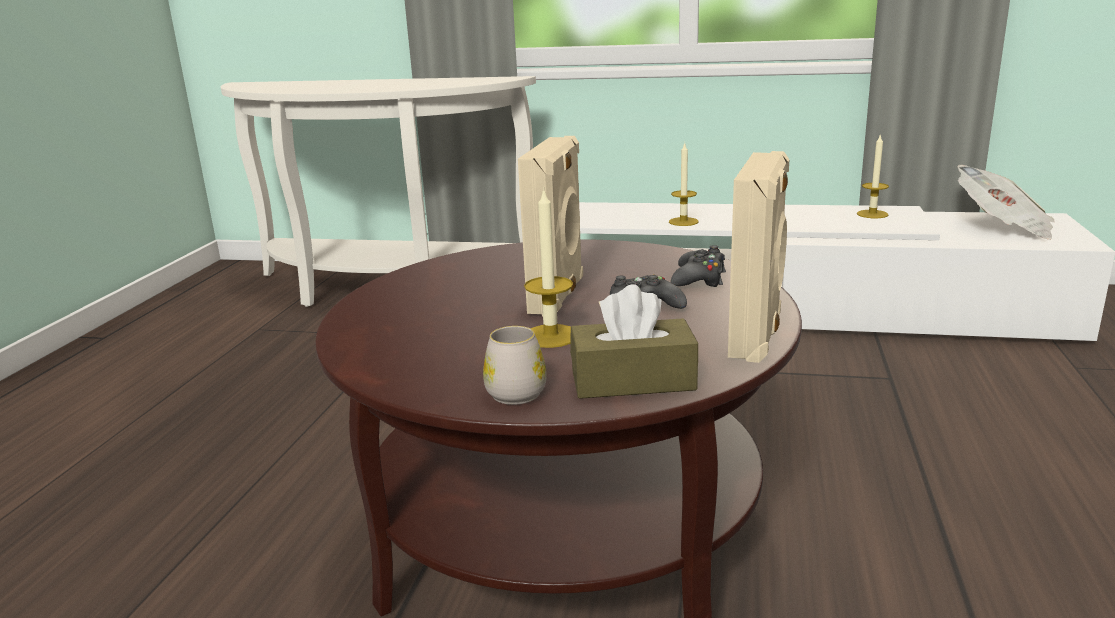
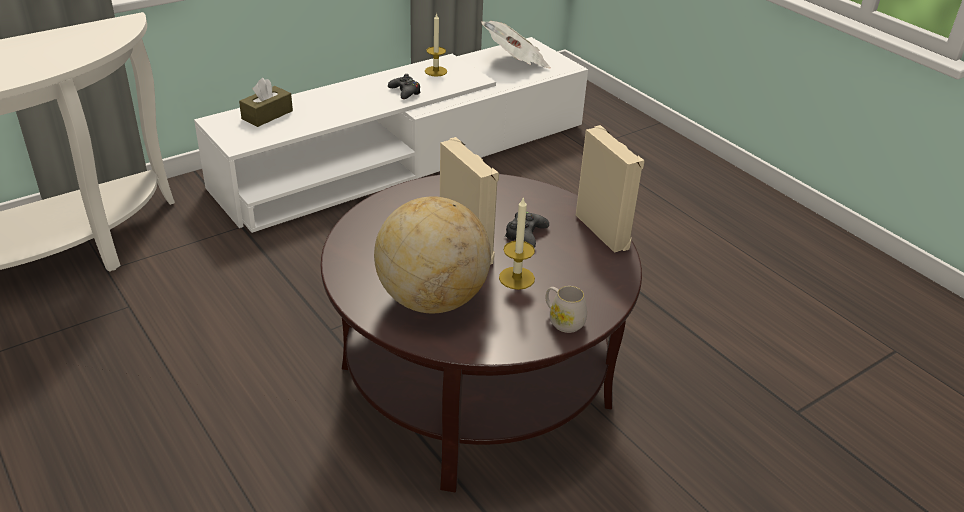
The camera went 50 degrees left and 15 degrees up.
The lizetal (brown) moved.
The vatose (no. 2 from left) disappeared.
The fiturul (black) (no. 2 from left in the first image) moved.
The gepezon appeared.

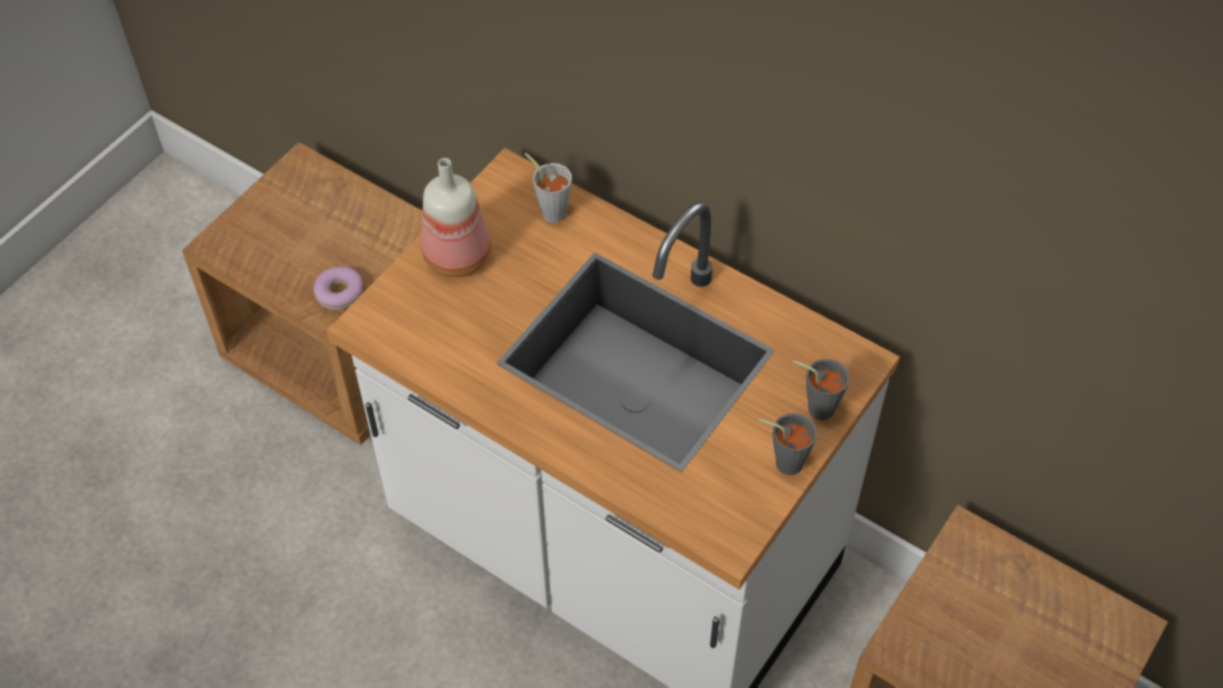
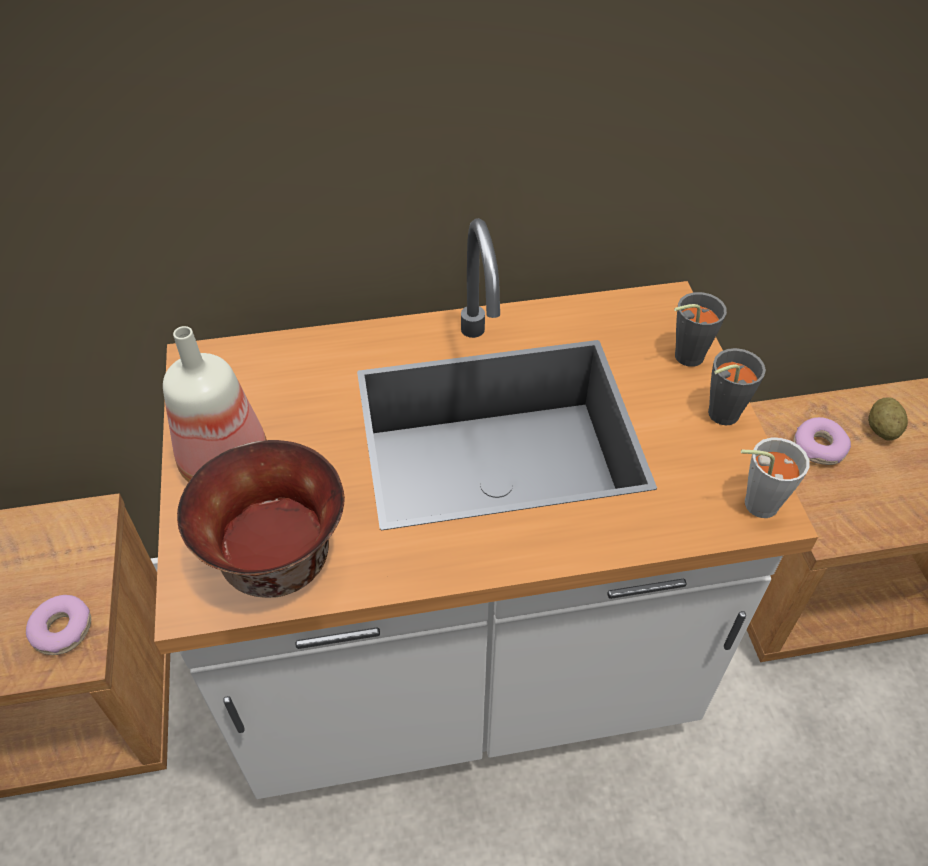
The camera went 45 degrees left and 5 degrees down.
The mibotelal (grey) (no. 1 from left in the first image) moved.
The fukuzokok appeared.
The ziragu (no. 2 from left) appeared.
The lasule appeared.

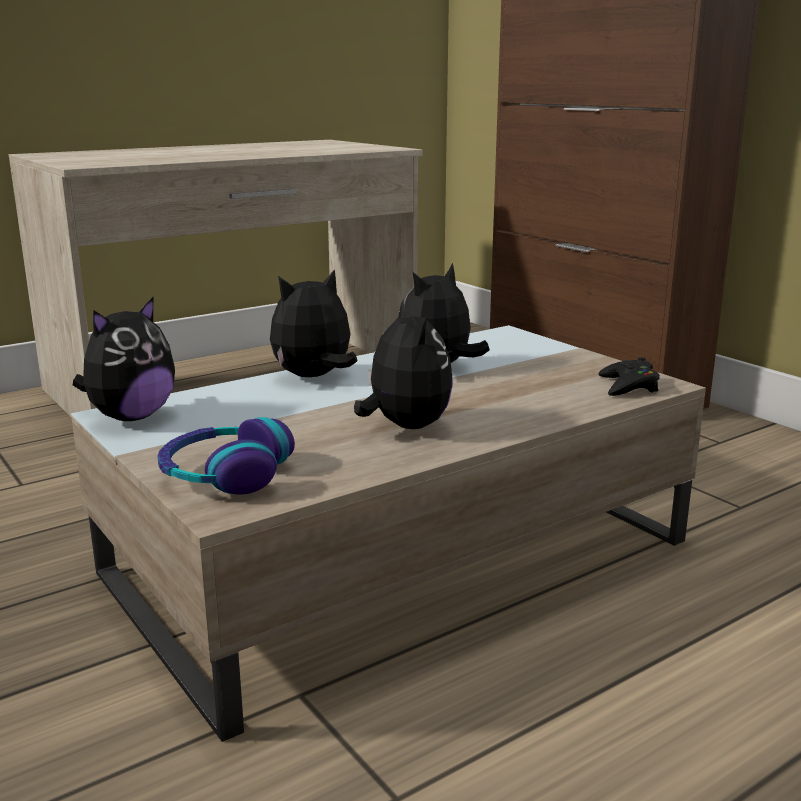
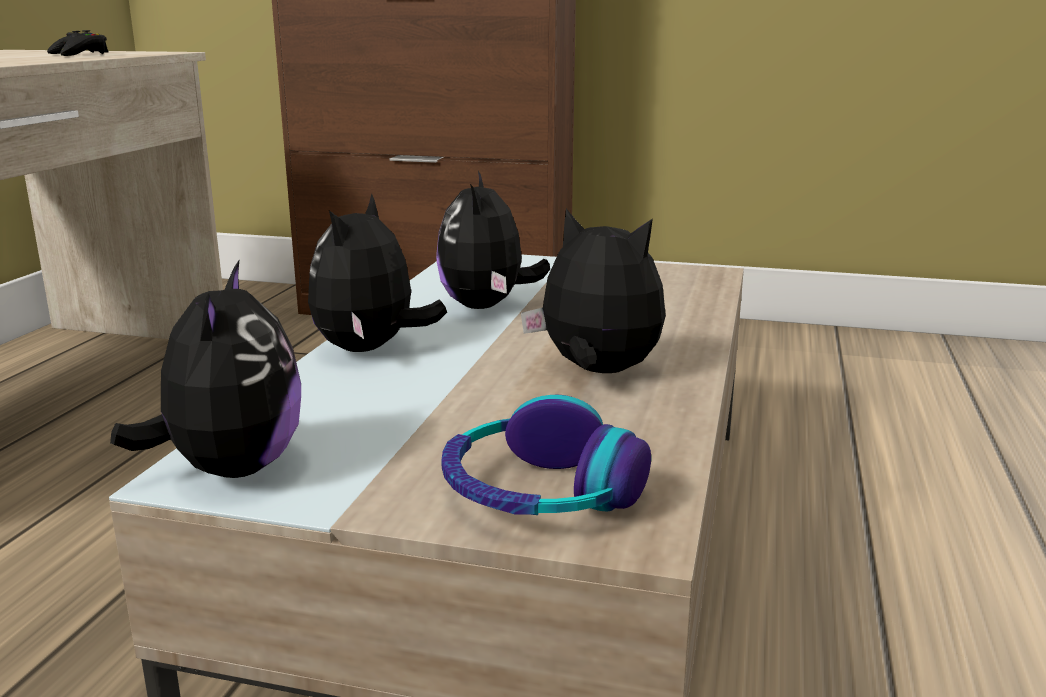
The camera went 40 degrees left and 0 degrees up.
The fiturul (black) moved.

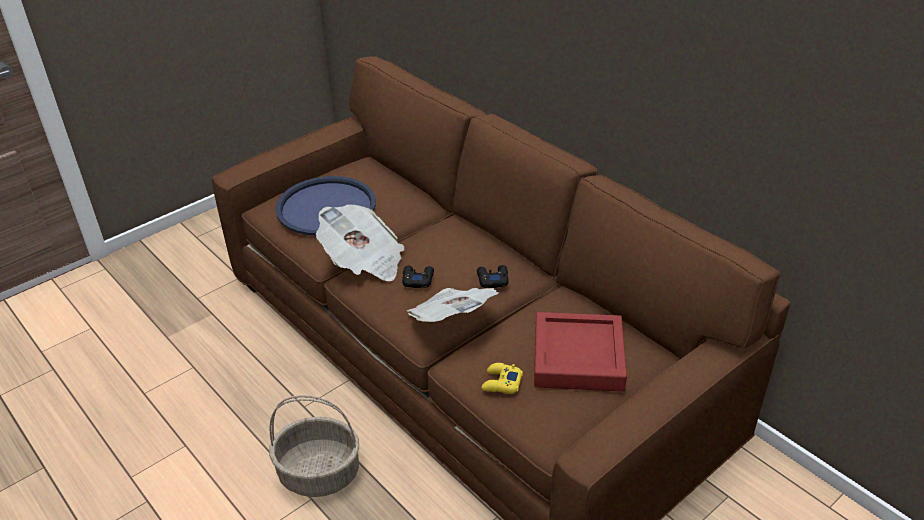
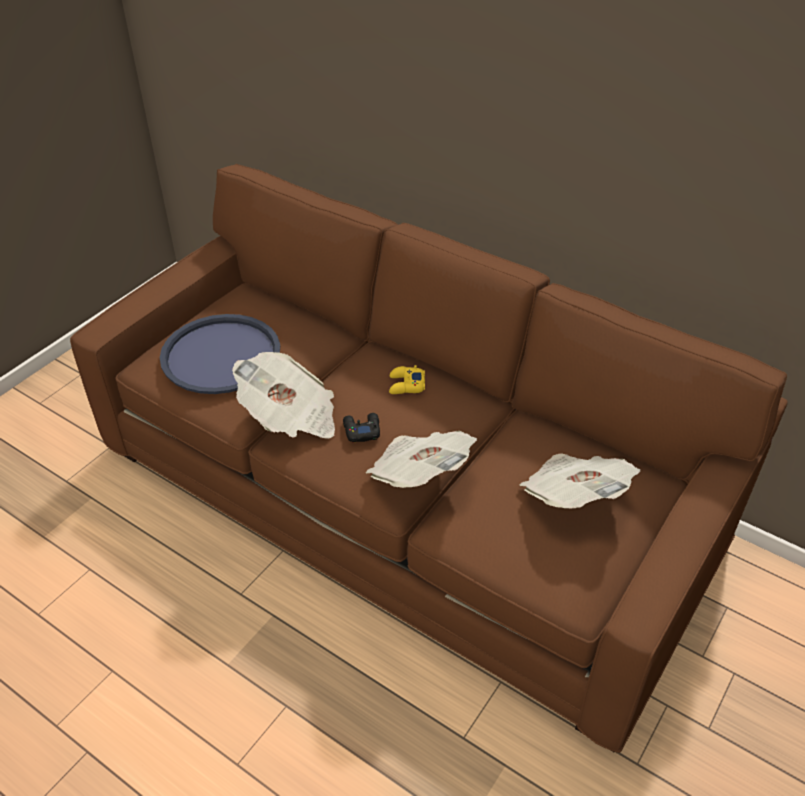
The camera went 15 degrees left and 5 degrees up.
The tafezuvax disappeared.
The fiturul (black) (no. 2 from left) disappeared.
The fiturul (yellow) moved.
The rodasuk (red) was replaced by the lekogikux (no. 3 from left).

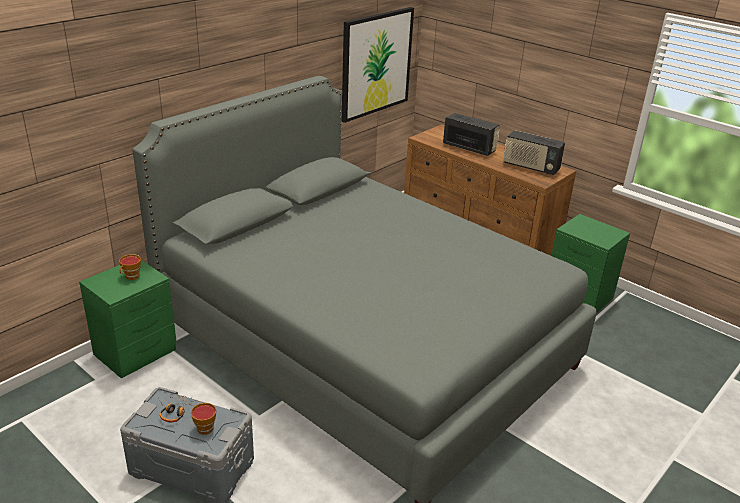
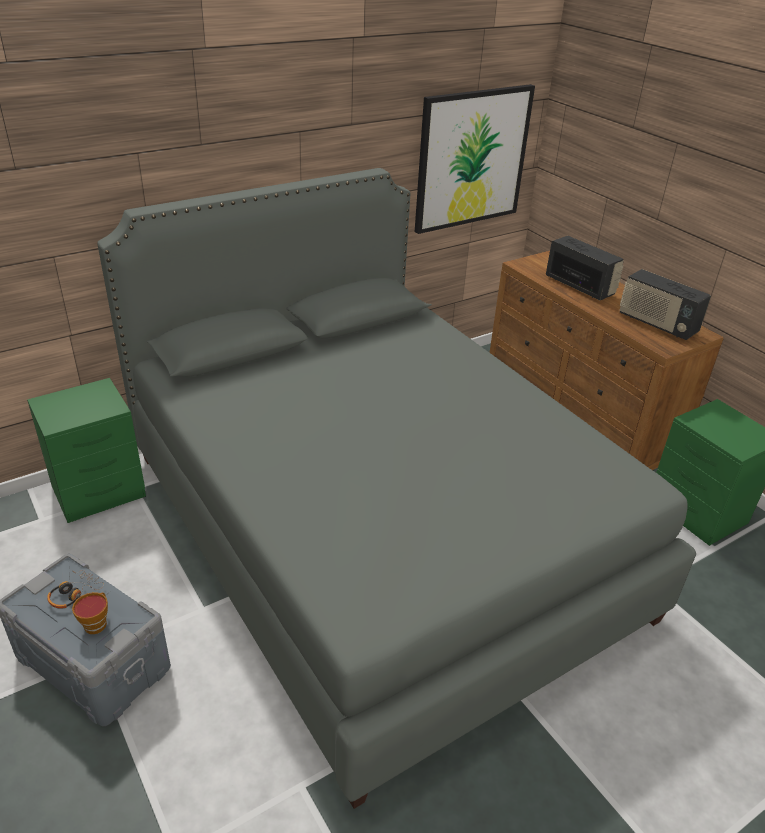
The camera went 15 degrees right and 5 degrees up.
The mibotelal (no. 1 from left) disappeared.

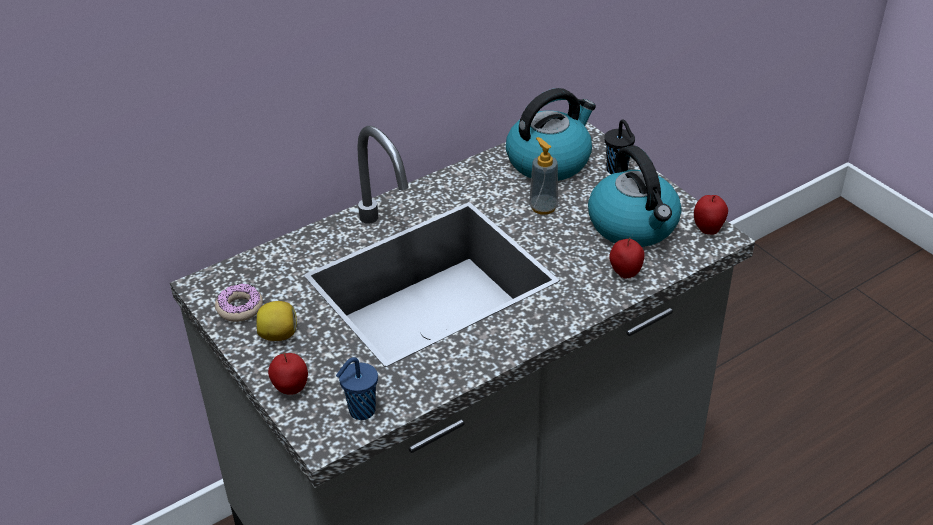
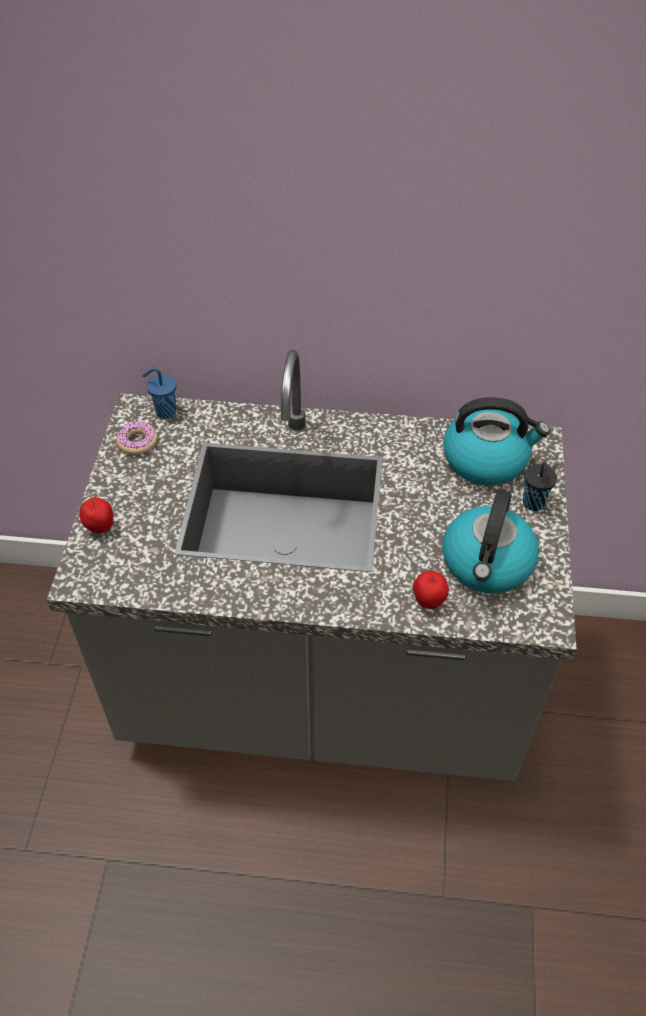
The camera went 40 degrees right and 10 degrees up.
The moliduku disappeared.
The mibotelal (blue) moved.
The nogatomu disappeared.
The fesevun (no. 3 from left) disappeared.

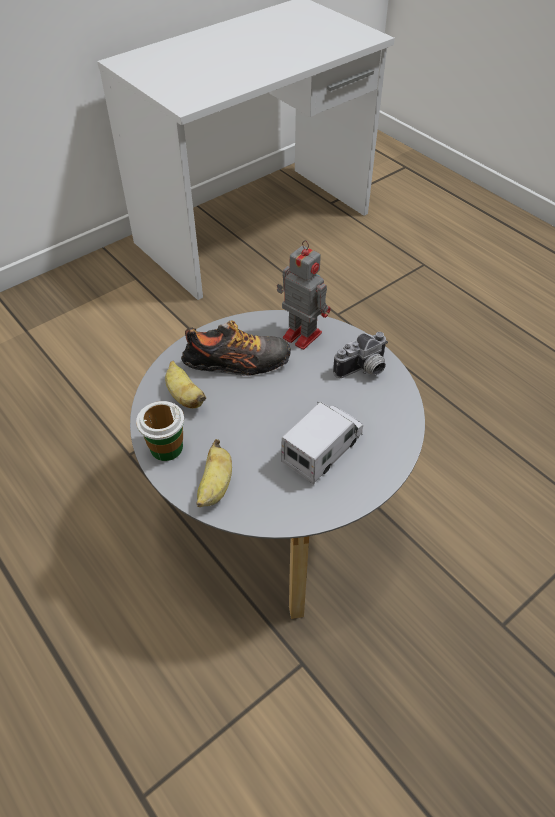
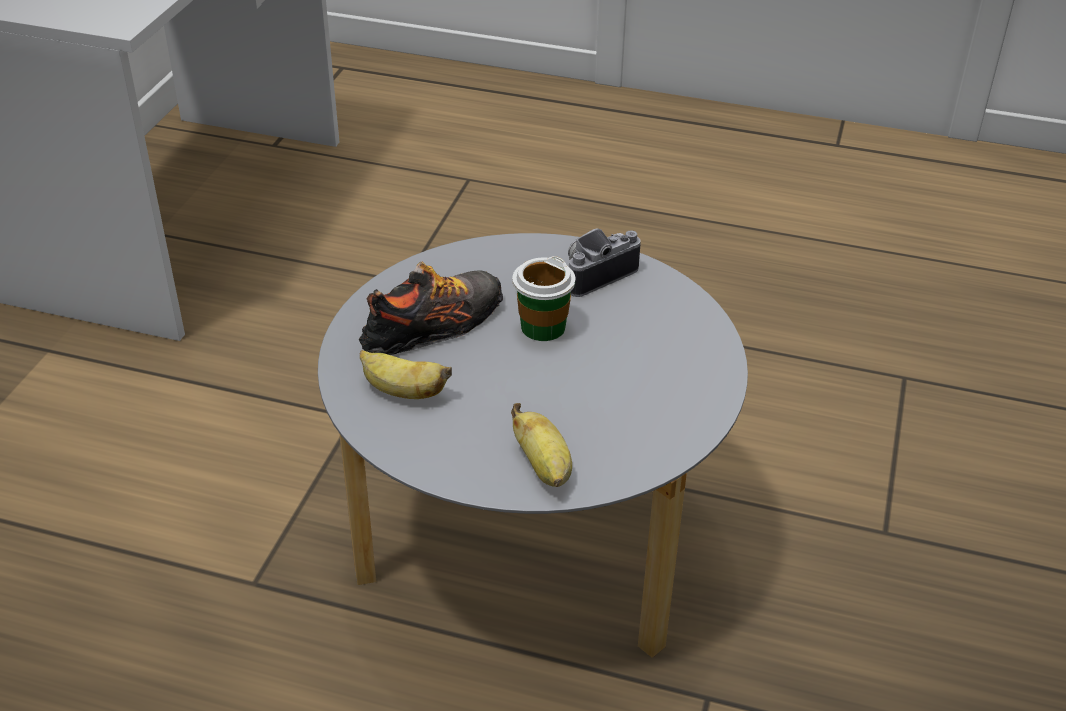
The camera went 35 degrees left and 10 degrees down.
The mibotelal moved.
The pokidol disappeared.
The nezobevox disappeared.
The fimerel turned 150 degrees counterclockwise.

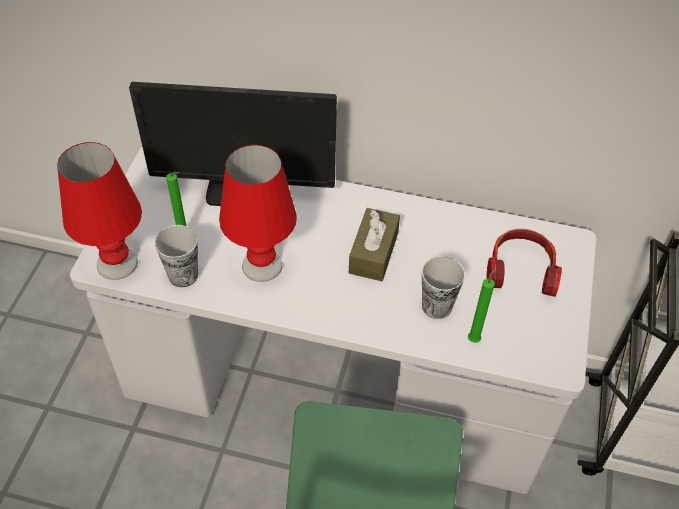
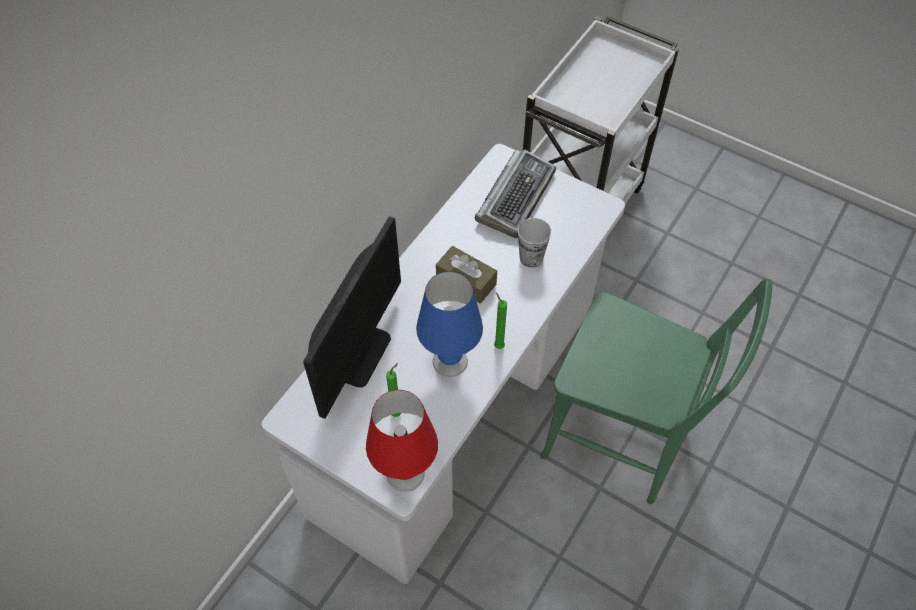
The camera went 70 degrees left and 5 degrees up.
The mibotelal (no. 1 from left) disappeared.
The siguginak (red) (no. 2 from left) became the siguginak (blue).
The vatose (green) (no. 2 from left) moved.
The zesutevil was replaced by the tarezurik.

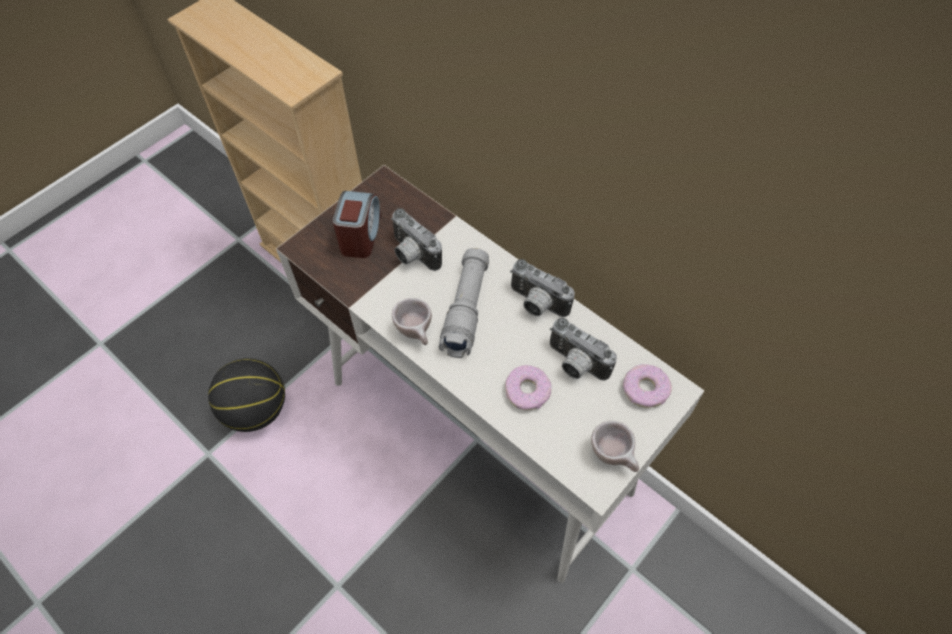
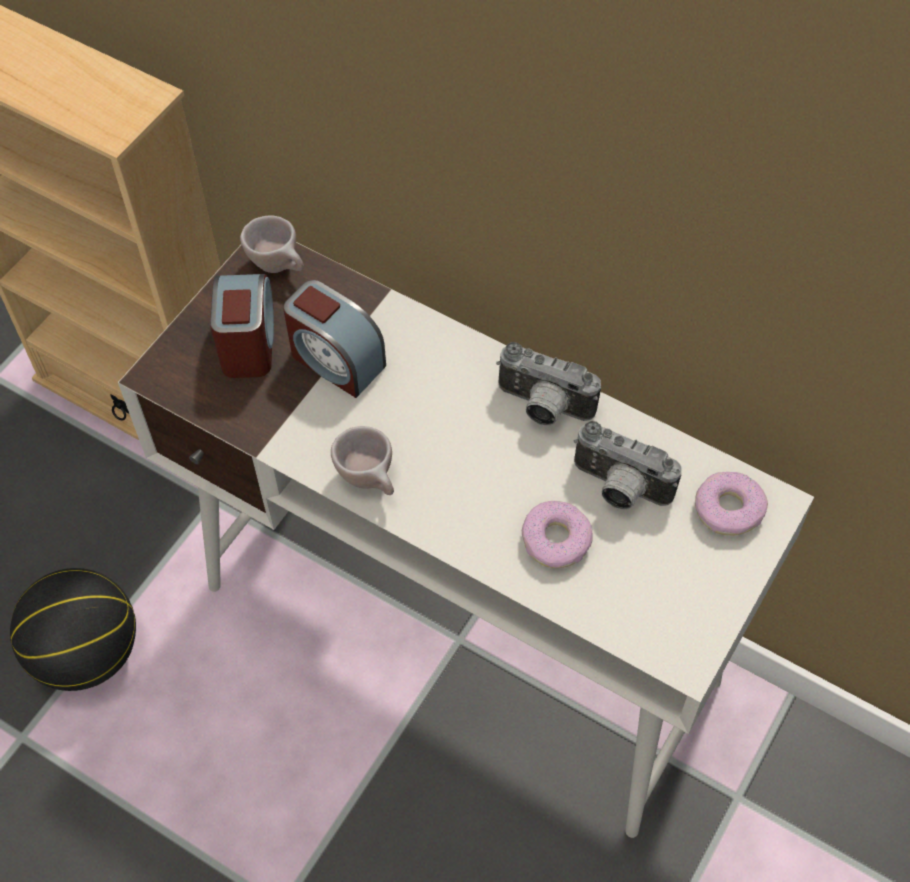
The camera went 10 degrees left and 0 degrees up.
The fimerel (no. 1 from left) was replaced by the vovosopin (no. 2 from left).
The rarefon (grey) disappeared.
The mibotelal (beige) (no. 2 from left in the first image) moved.

